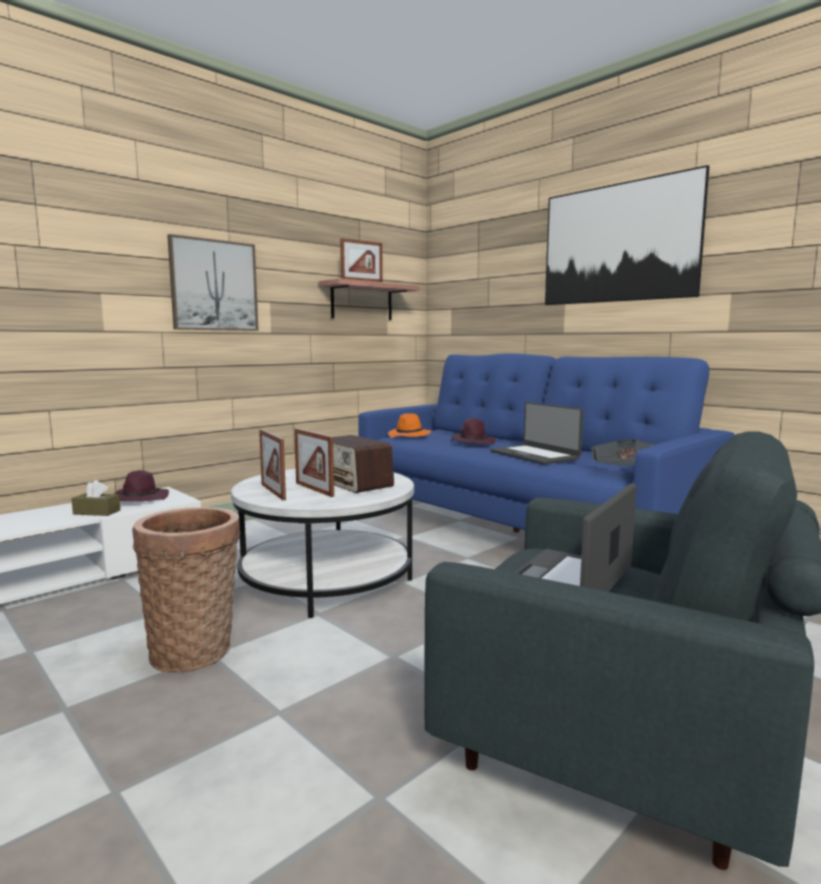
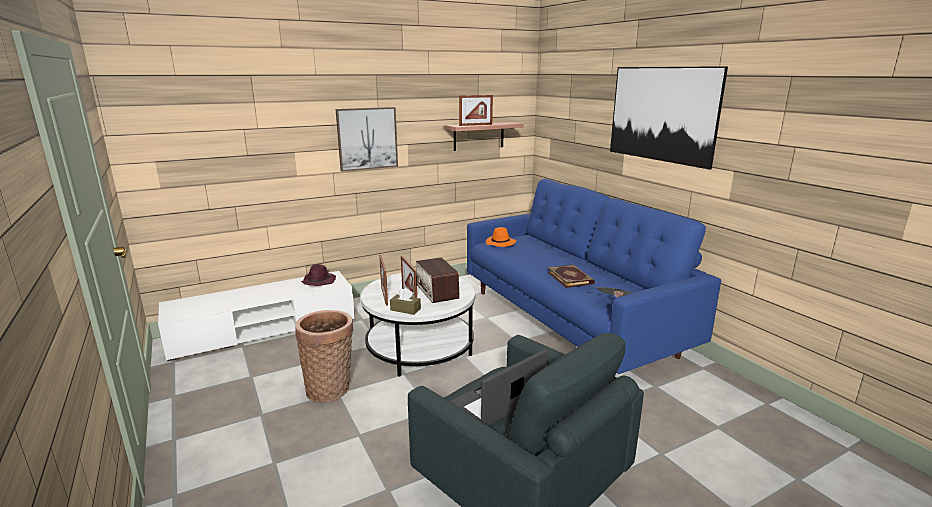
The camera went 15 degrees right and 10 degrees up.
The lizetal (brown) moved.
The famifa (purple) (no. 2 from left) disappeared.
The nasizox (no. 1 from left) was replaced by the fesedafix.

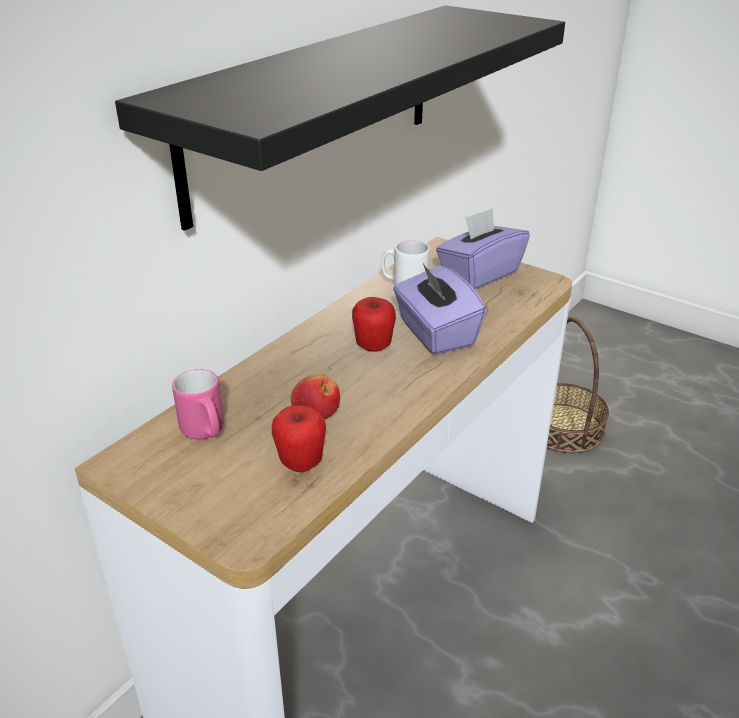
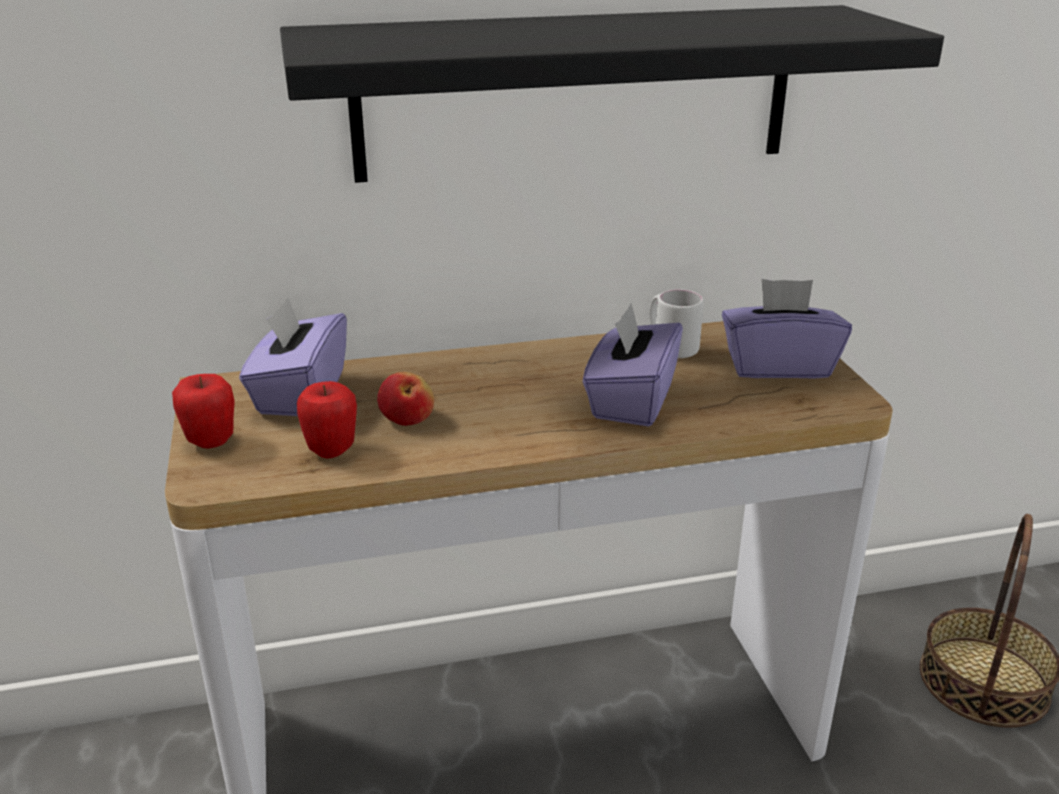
The camera went 40 degrees right and 5 degrees down.
The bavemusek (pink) was replaced by the lizetal (purple) (no. 1 from left).
The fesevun (no. 3 from left in the first image) moved.

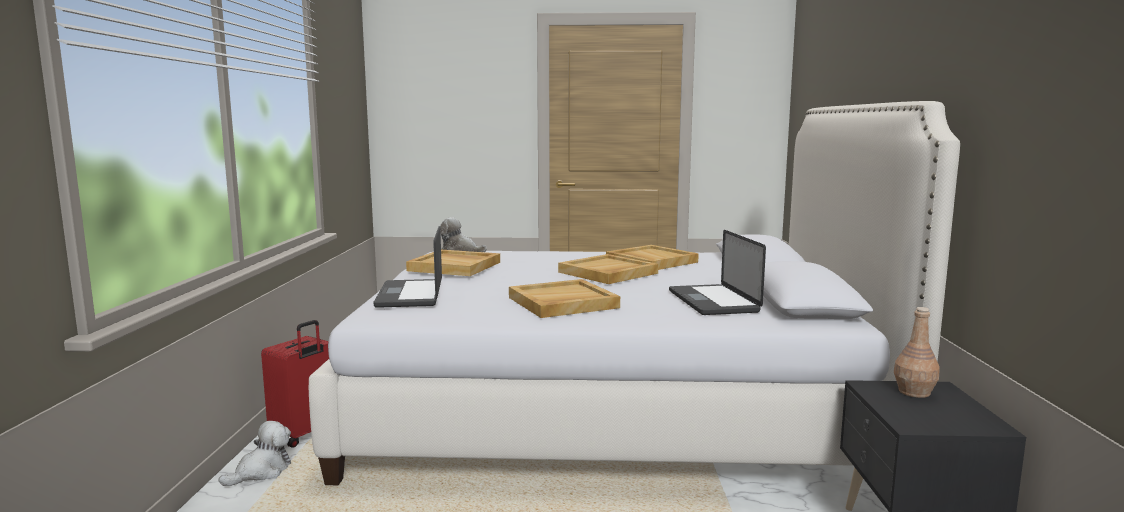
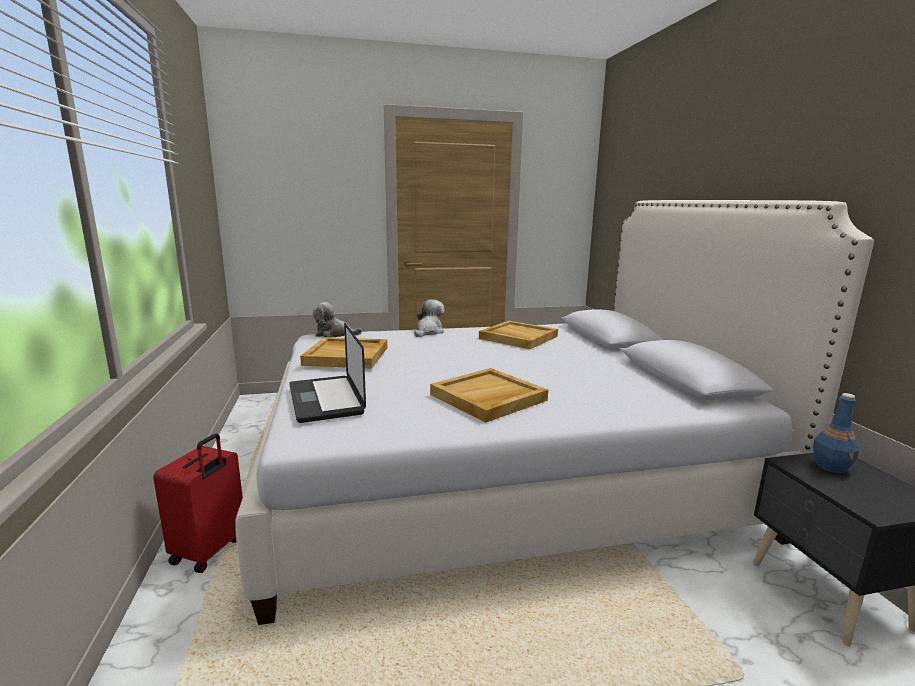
The camera went 15 degrees left and 5 degrees up.
The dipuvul (no. 1 from left in the first image) moved.
The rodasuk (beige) (no. 3 from left) disappeared.
The nasizox (no. 2 from left) disappeared.
The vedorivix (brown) became the vedorivix (blue).

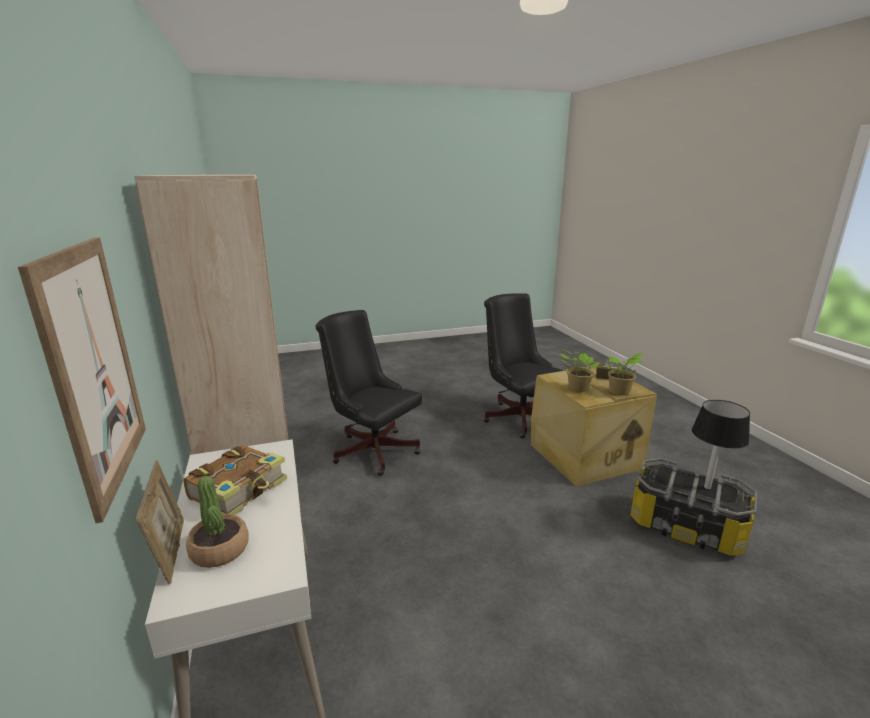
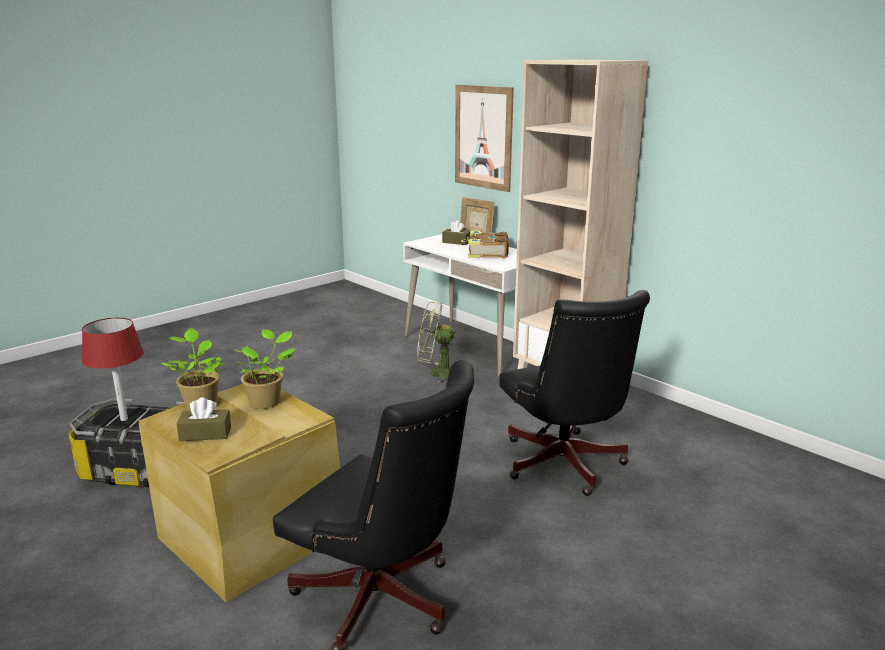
The camera went 155 degrees right and 0 degrees up.
The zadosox (no. 1 from left) was replaced by the lizetal (brown) (no. 2 from left).
The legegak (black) (no. 1 from left in the first image) turned 60 degrees clockwise.
The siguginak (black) became the siguginak (red).
The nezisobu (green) appeared.

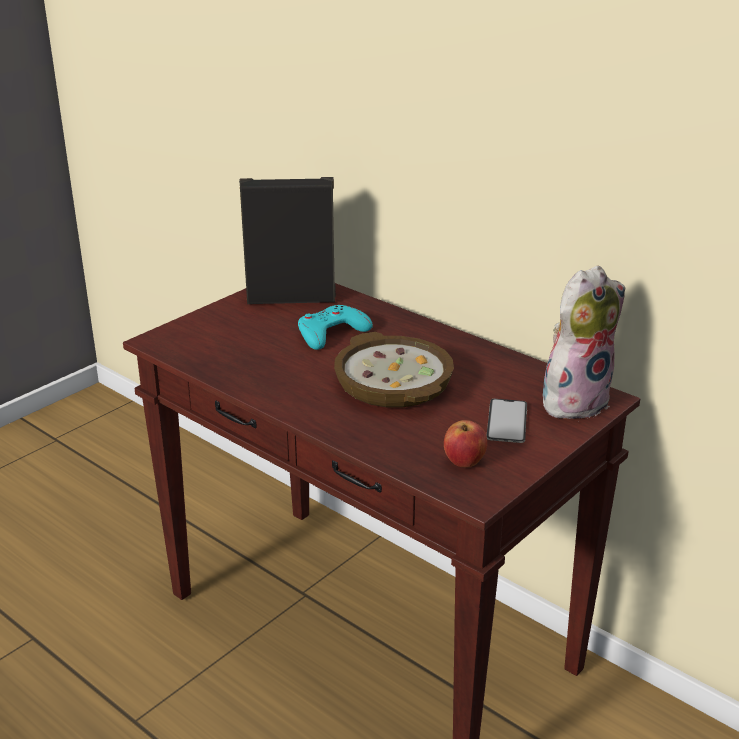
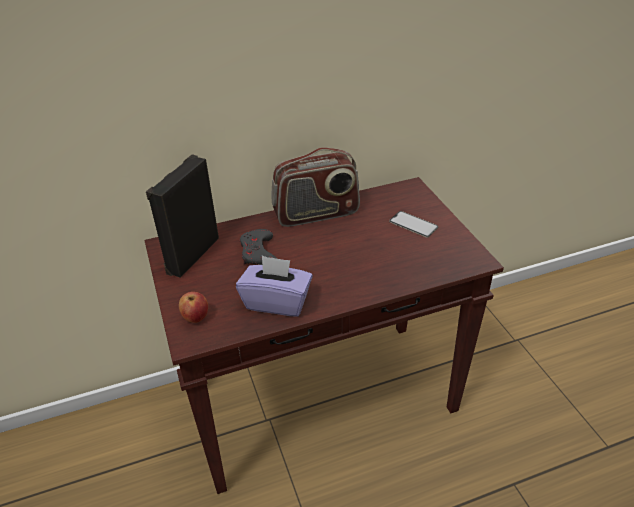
The camera went 60 degrees left and 10 degrees up.
The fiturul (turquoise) became the fiturul (grey).
The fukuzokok disappeared.
The fesevun moved.
The dipuvul disappeared.
The lizetal (purple) appeared.
The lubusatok appeared.

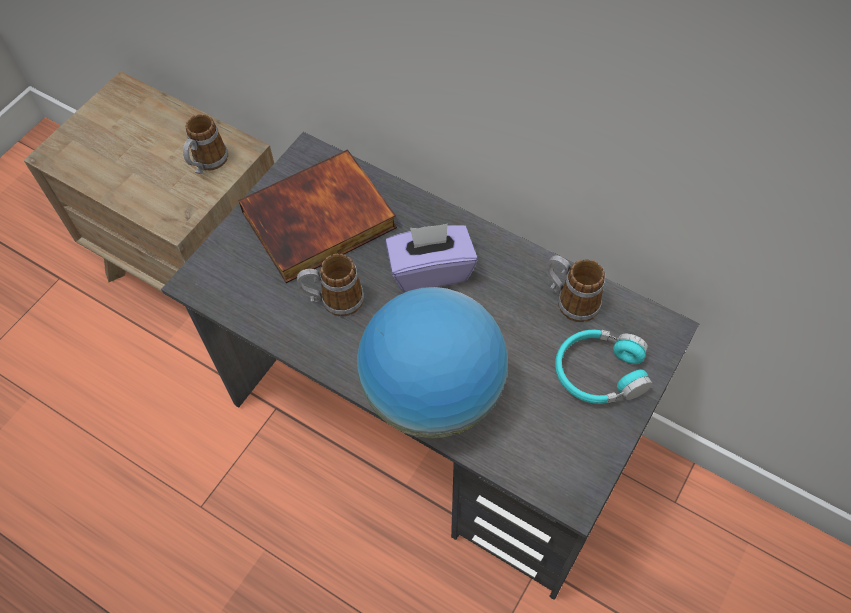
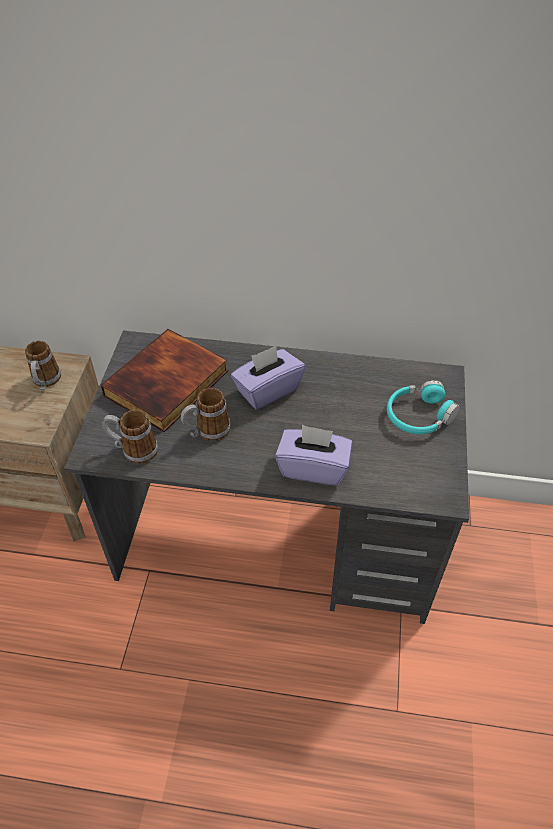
The camera went 25 degrees left and 10 degrees down.
The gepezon was replaced by the lizetal (purple) (no. 2 from left).
The bavemusek (no. 3 from left in the first image) moved.

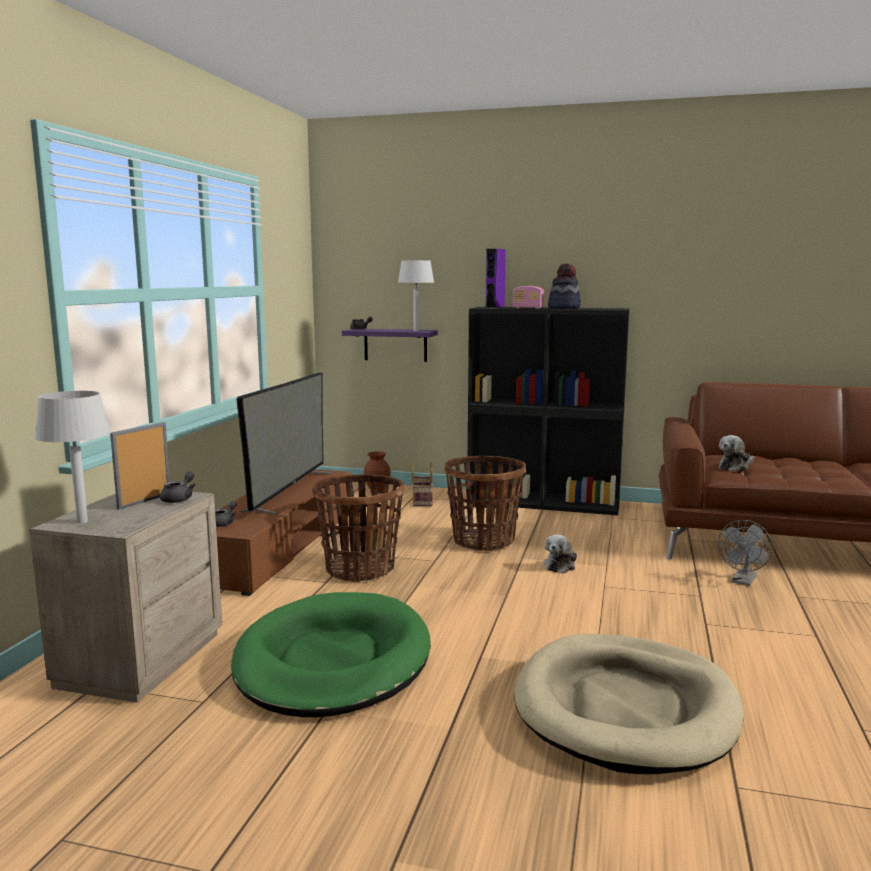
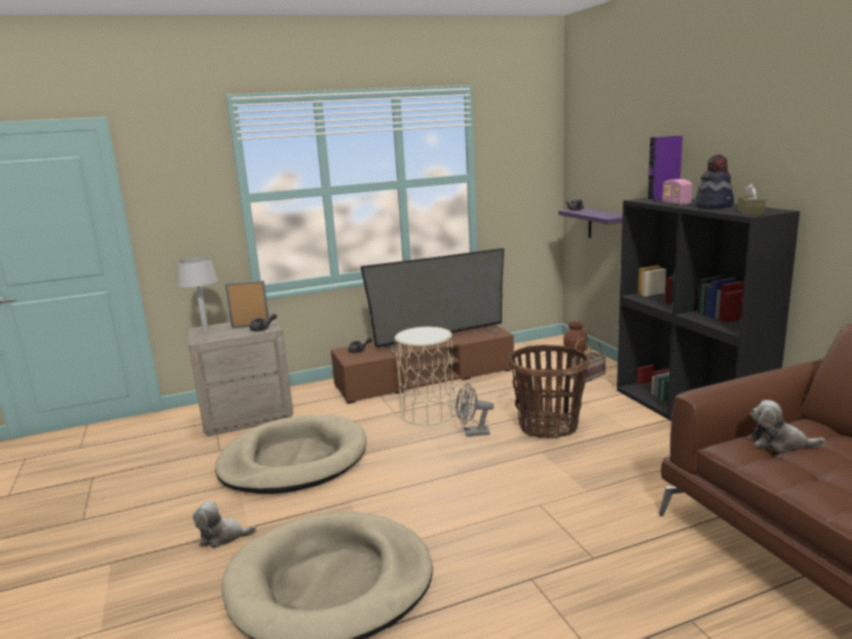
The camera went 55 degrees right and 5 degrees up.
The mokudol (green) became the mokudol (beige) (no. 1 from left).
The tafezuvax (no. 1 from left) was replaced by the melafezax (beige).
The siguginak (grey) (no. 2 from left) disappeared.
The dipuvul (no. 1 from left) moved.
The nezisobu (grey) moved.
The lizetal (brown) appeared.

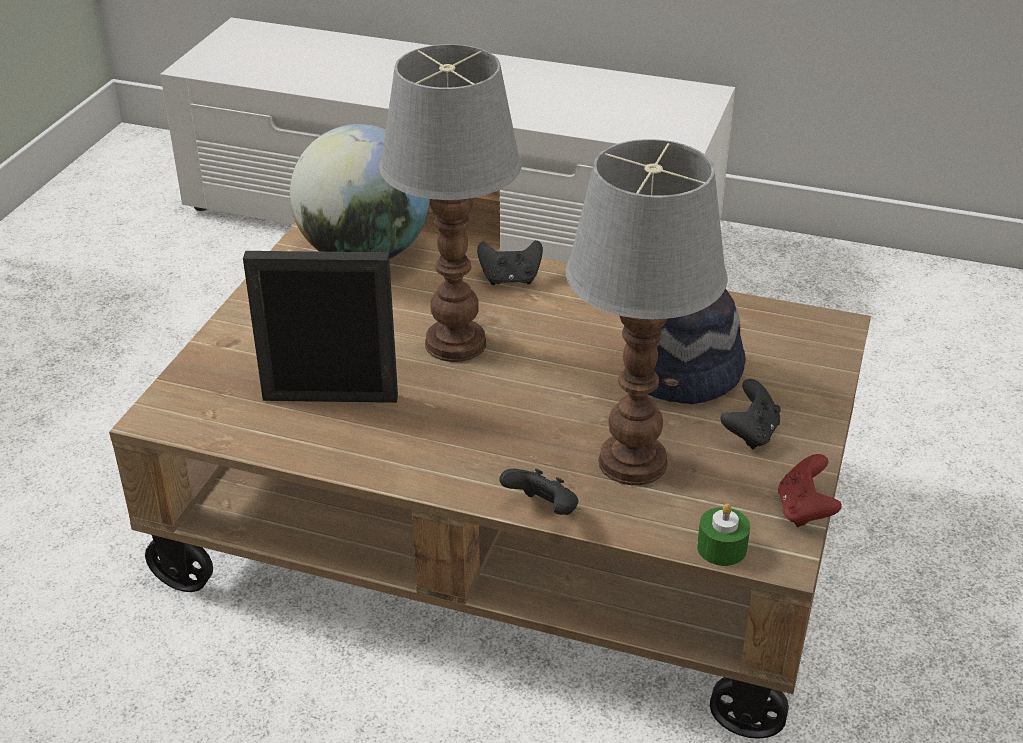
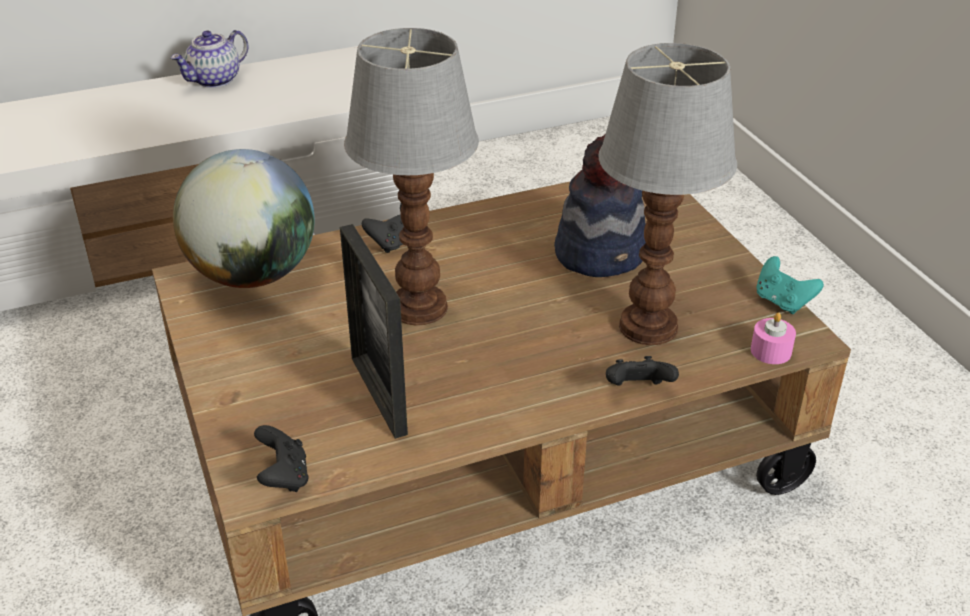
The camera went 40 degrees left and 0 degrees up.
The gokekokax turned 75 degrees counterclockwise.
The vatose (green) became the vatose (pink).
The fiturul (black) (no. 3 from left in the first image) moved.
The fiturul (red) became the fiturul (turquoise).
The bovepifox appeared.

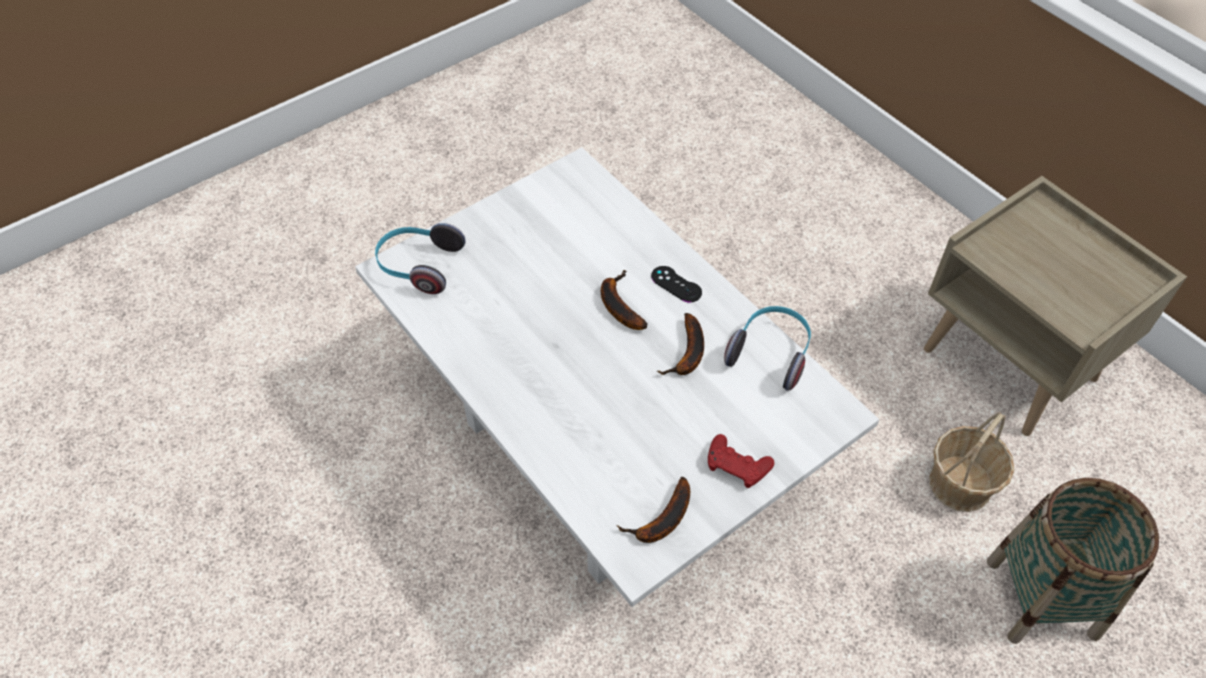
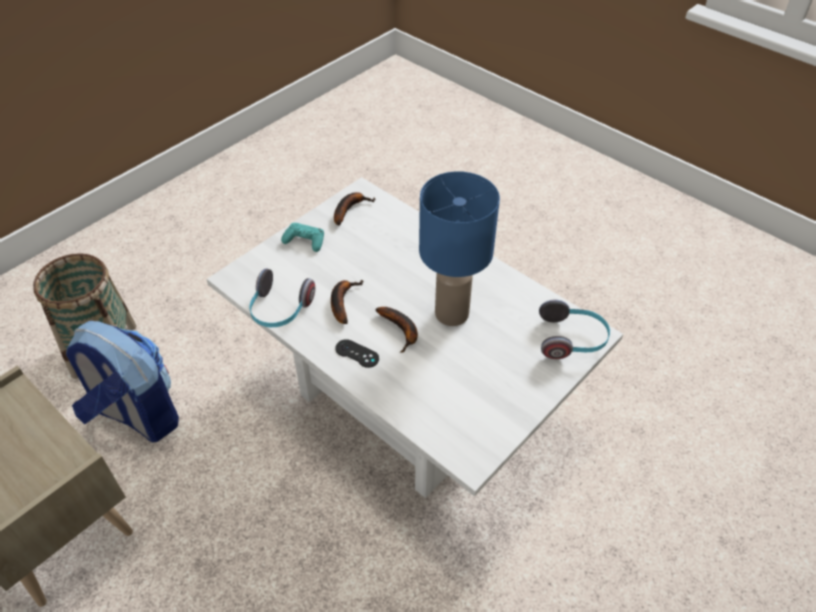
The camera went 170 degrees right and 5 degrees down.
The fiturul (red) became the fiturul (turquoise).
The tafezuvax (no. 1 from left) was replaced by the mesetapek.
The siguginak (blue) appeared.

